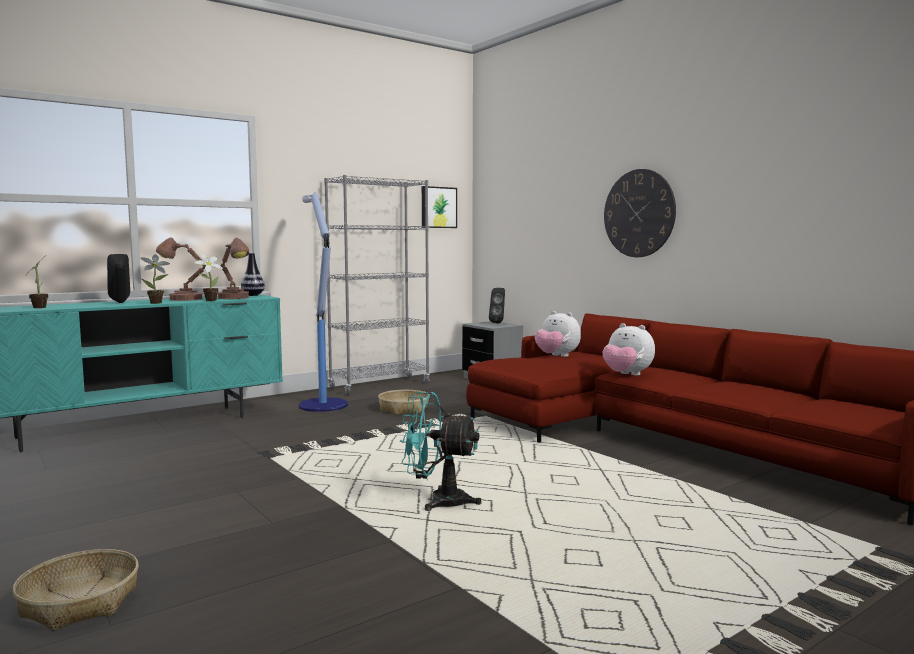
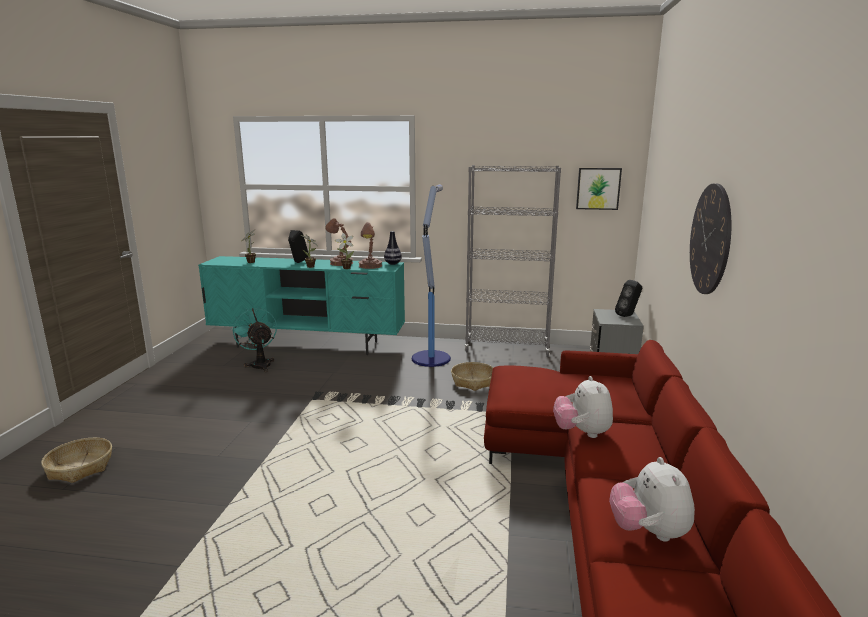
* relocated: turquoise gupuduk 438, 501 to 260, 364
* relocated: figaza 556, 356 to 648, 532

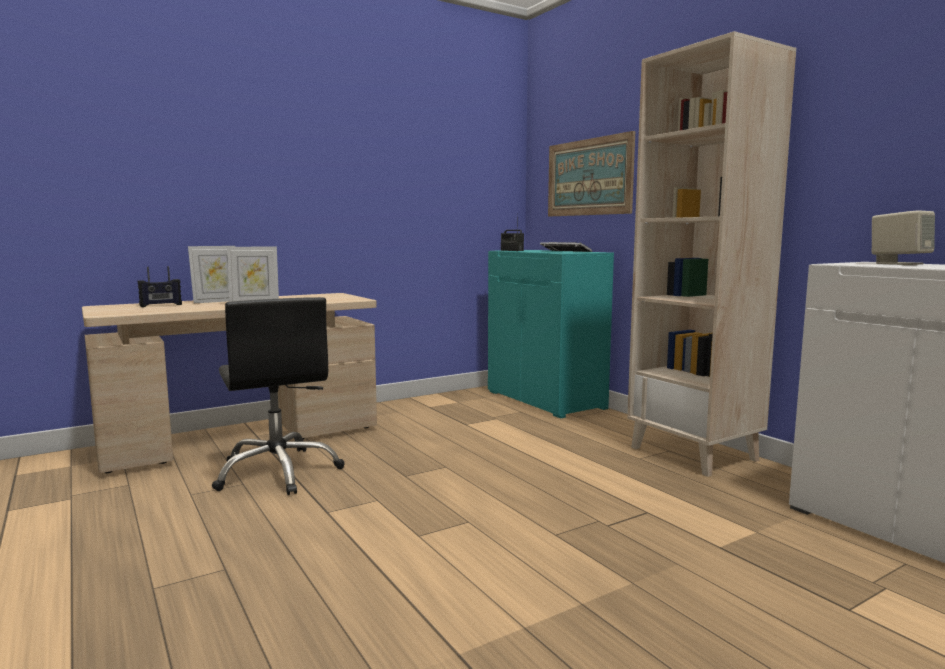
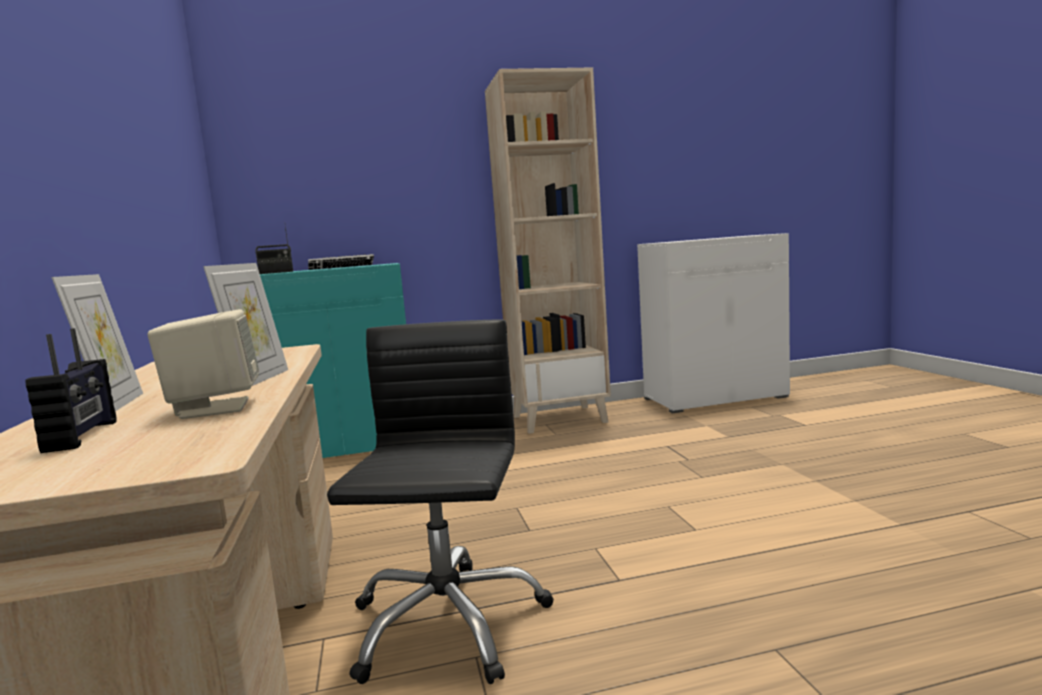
* spun: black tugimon 278, 472 = 446, 623 75 degrees counterclockwise
* missing: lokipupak 589, 177
* relocated: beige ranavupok 899, 263 to 214, 408

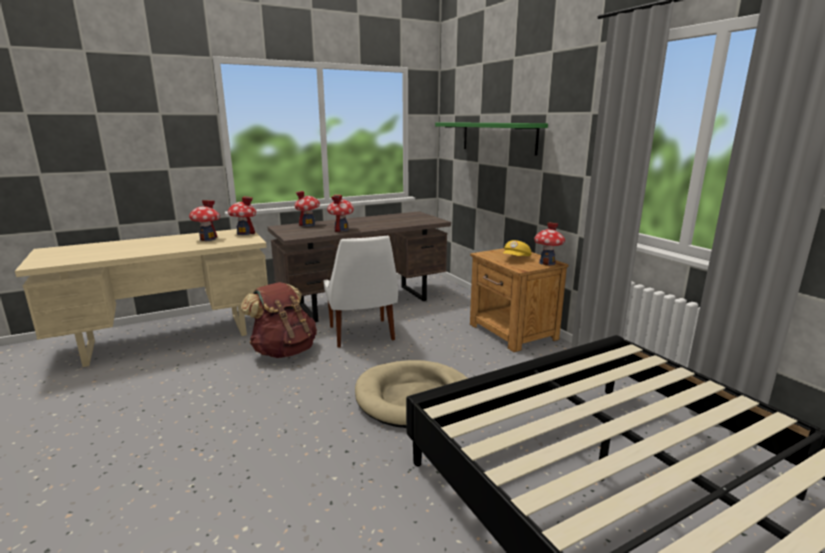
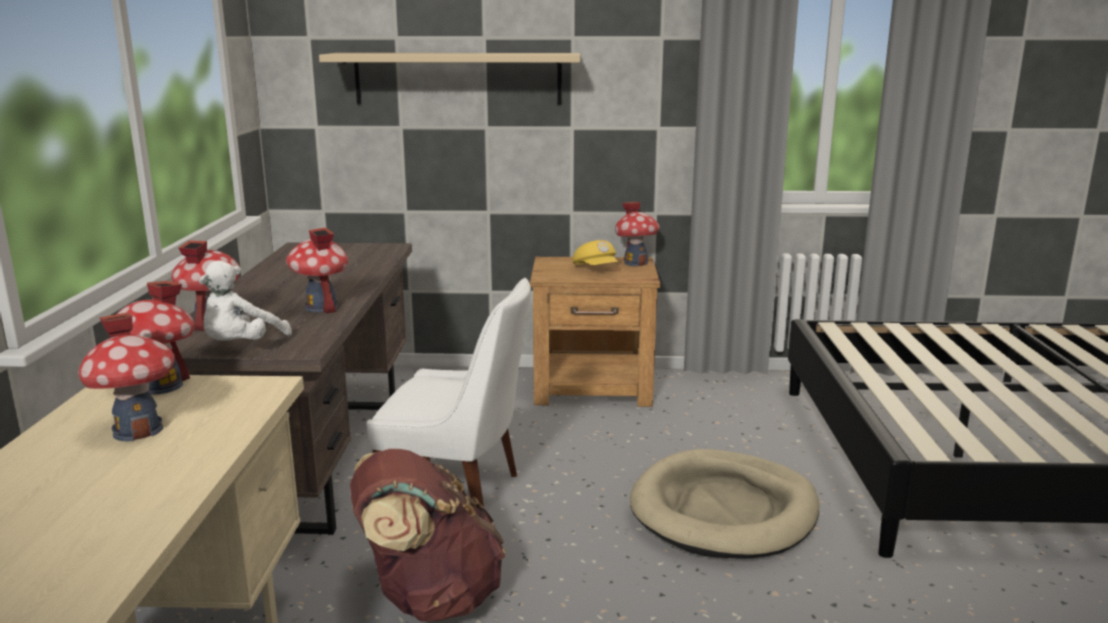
* colour: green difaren 498, 137 to beige difaren 458, 78
* appeared: white figaza 242, 346

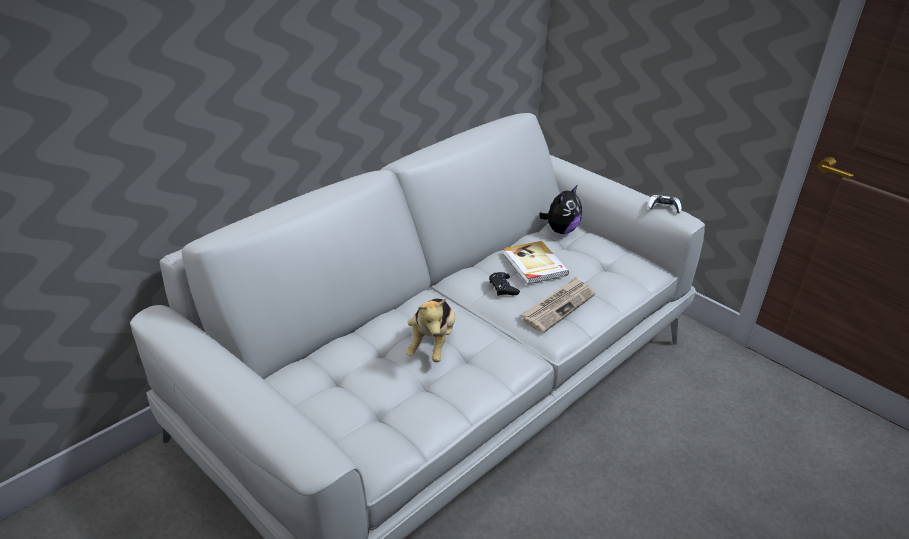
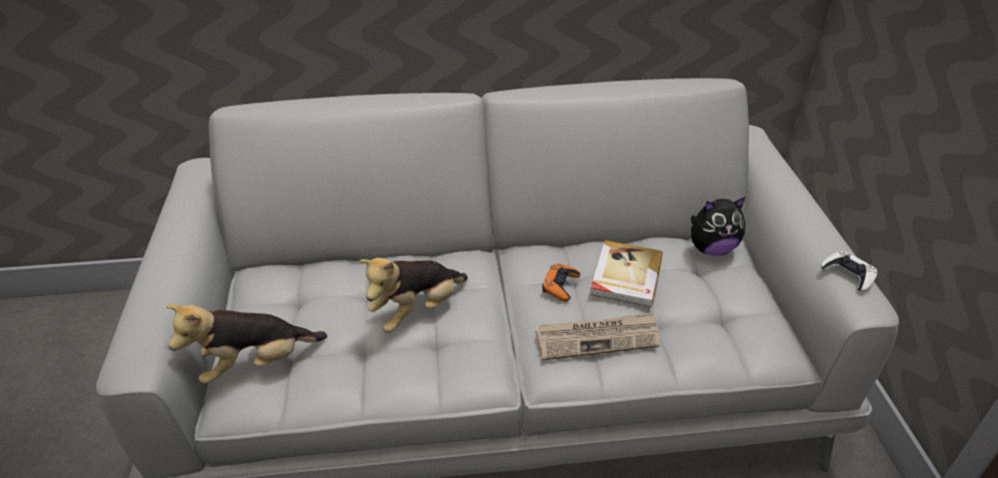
* colour: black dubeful 503, 287 to orange dubeful 560, 285
* appeared: figaza 256, 364

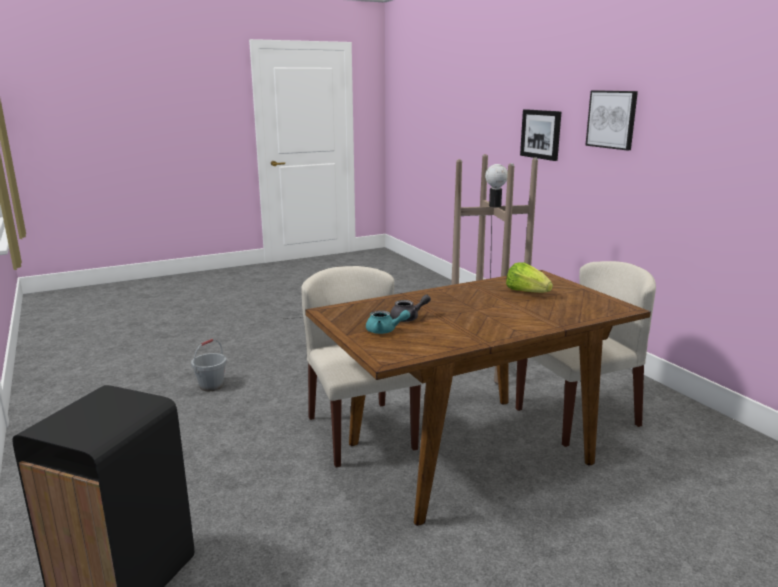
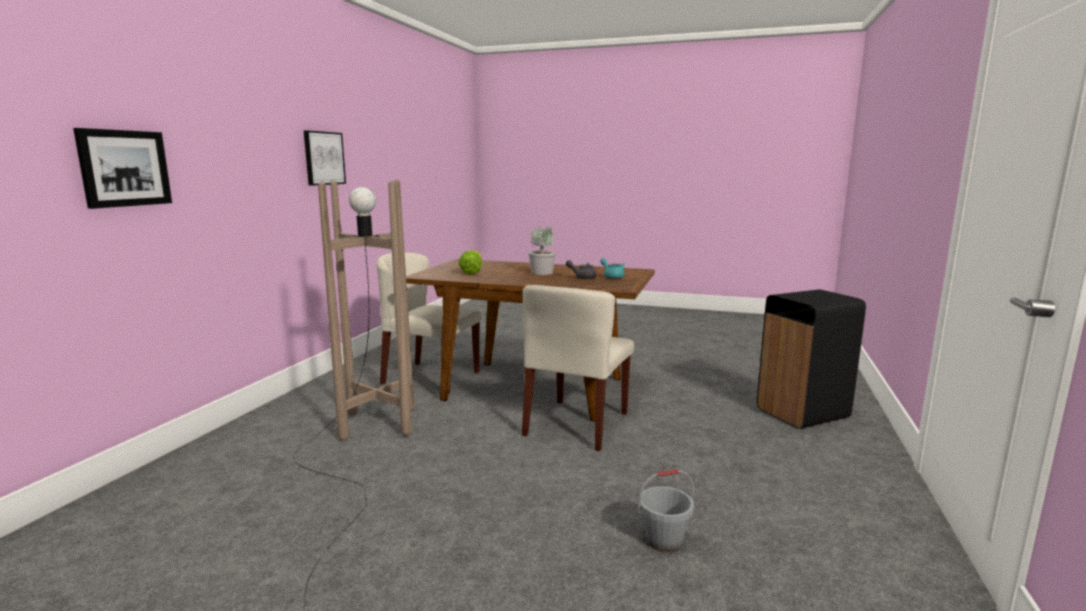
* relocated: lokipupak 612, 119 to 323, 158
* appeared: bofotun 542, 273

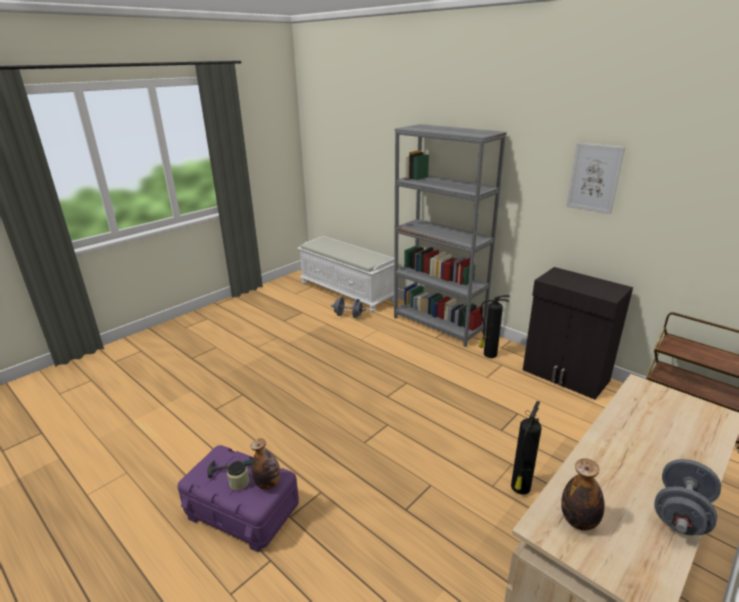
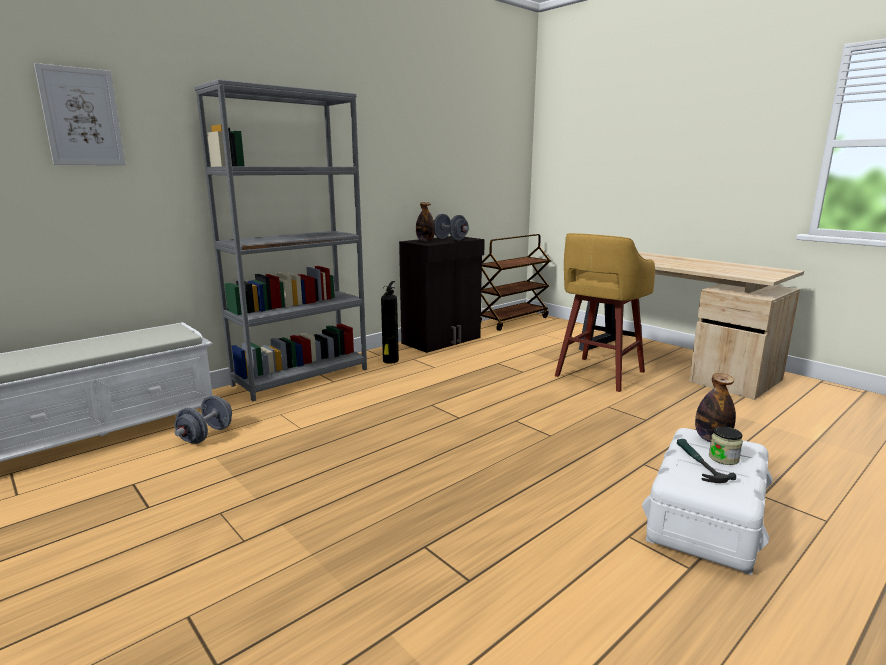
* colour: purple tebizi 242, 511 to white tebizi 706, 522
* exchanged: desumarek 520, 488 to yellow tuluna 598, 374
* relocated: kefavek 578, 521 to 425, 241
* relocated: lokipupak 594, 178 to 82, 117
* relocated: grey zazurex 681, 513 to 450, 239

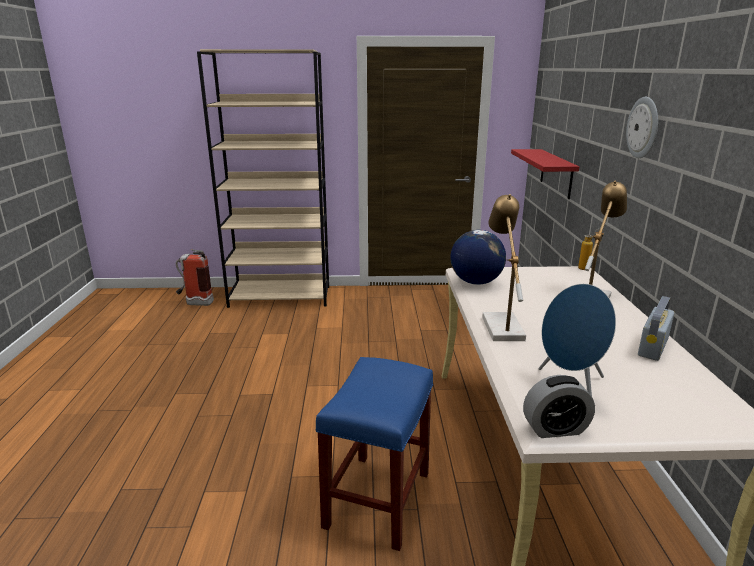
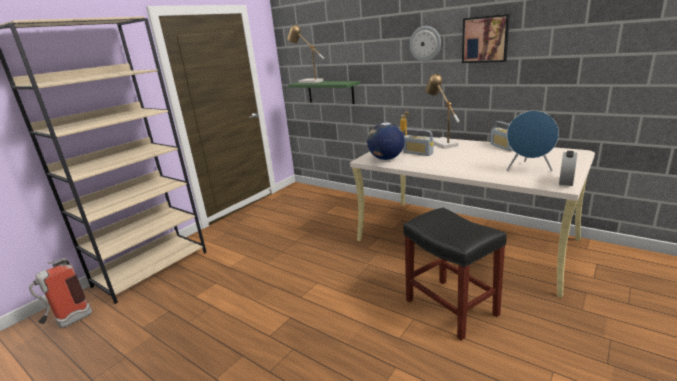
* colour: blue tuluna 378, 498 to black tuluna 449, 307
* relocated: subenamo 499, 325 to 308, 82
* colour: red difaren 556, 173 to green difaren 330, 92
* appeared: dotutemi 417, 153
* appeared: lokipupak 485, 39

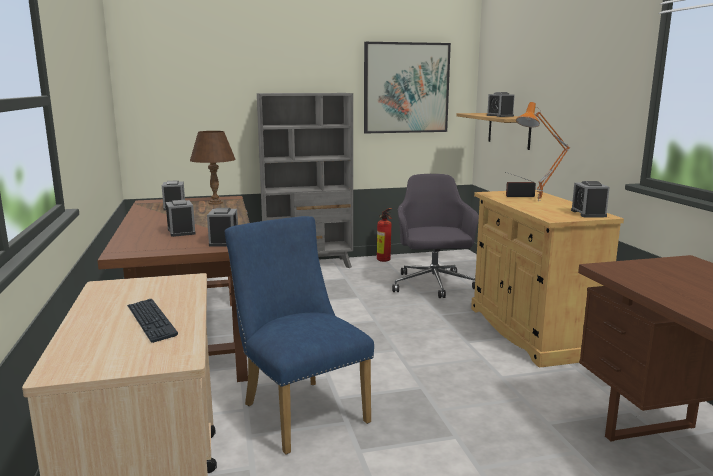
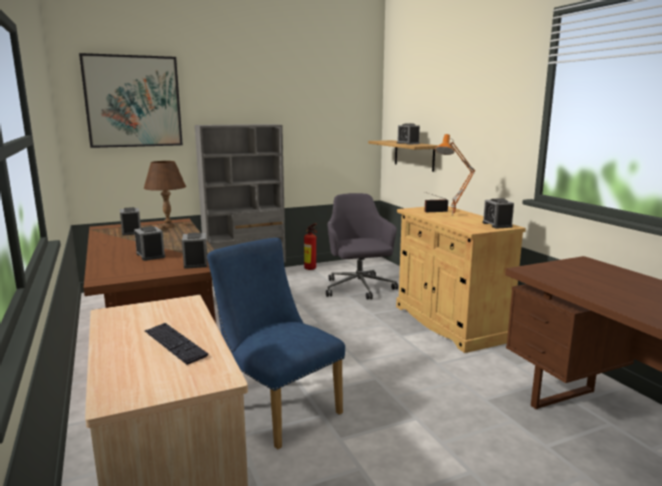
* relocated: lokipupak 406, 88 to 133, 101

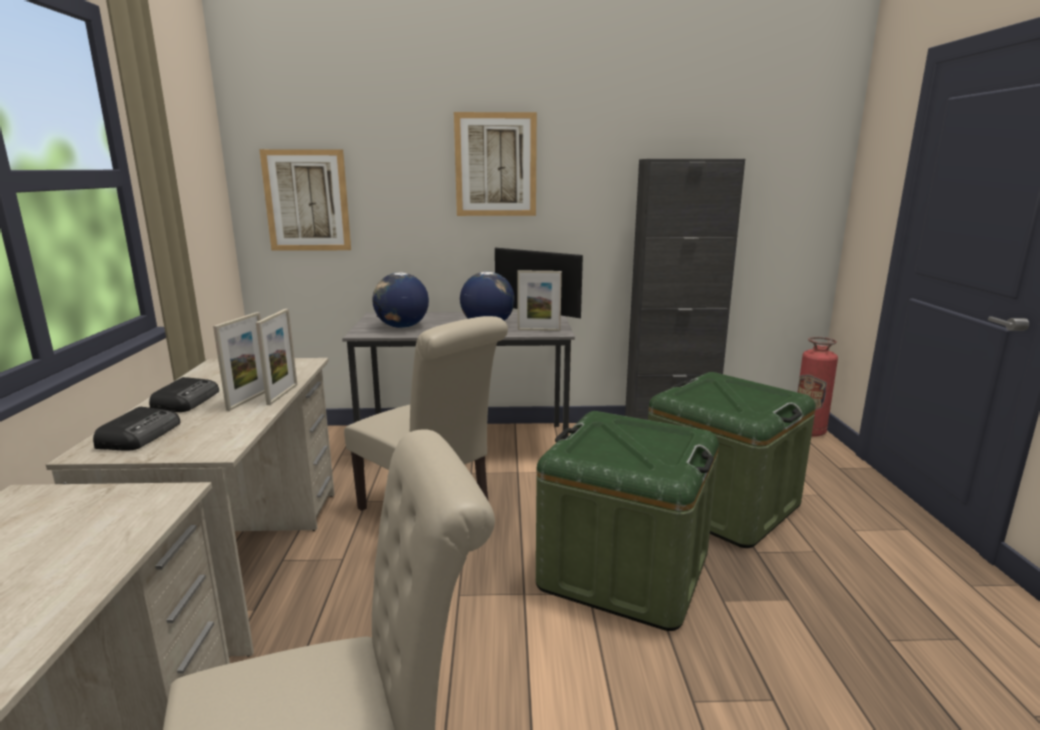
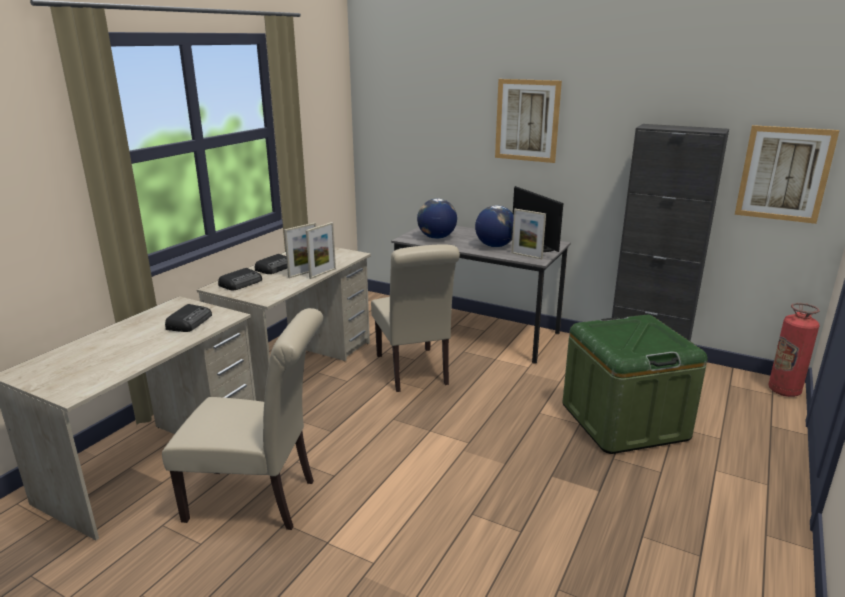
* relocated: lokipupak 307, 200 to 784, 174
* missing: green tebizi 624, 570
* appeared: dotutemi 190, 322

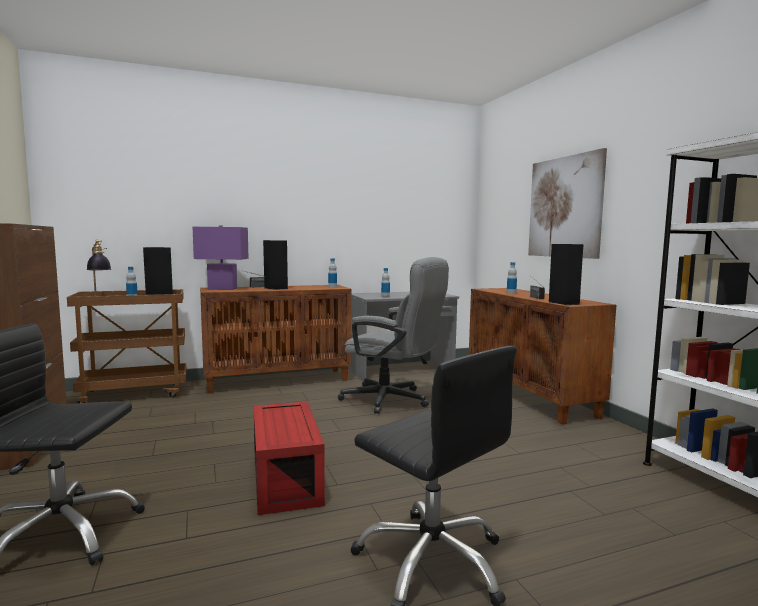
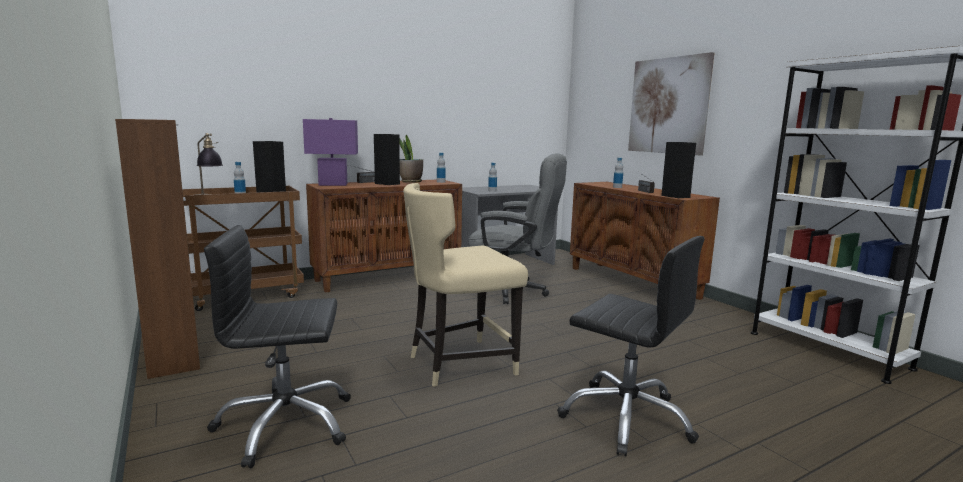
* exchanged: red tebizi 284, 478 to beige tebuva 459, 364
* appeared: bofotun 410, 182

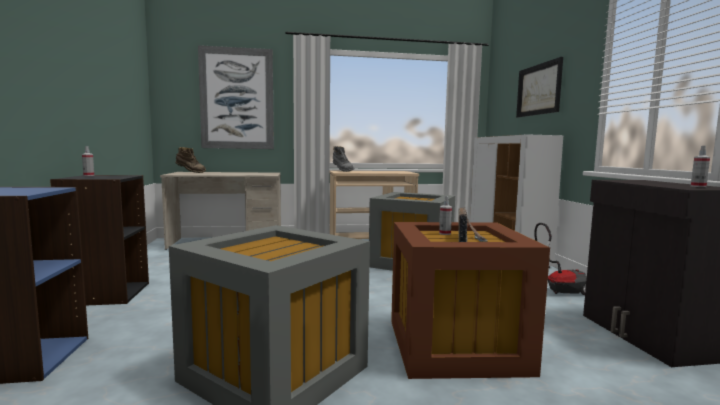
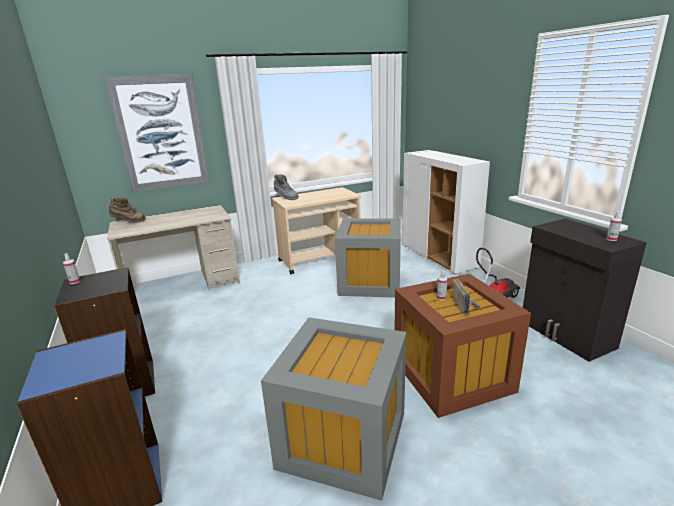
* missing: lokipupak 539, 89

